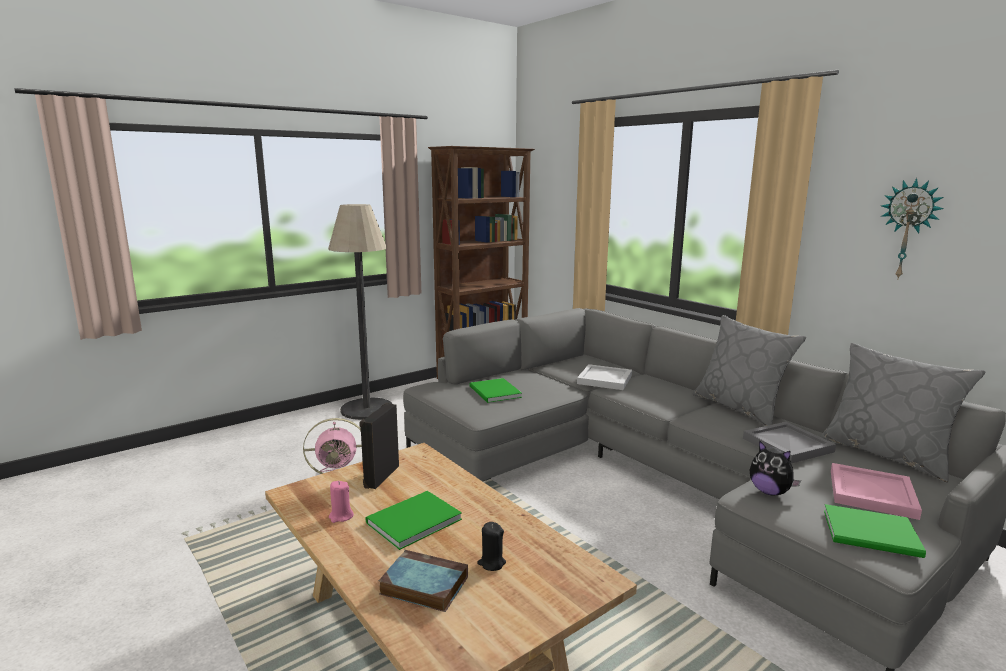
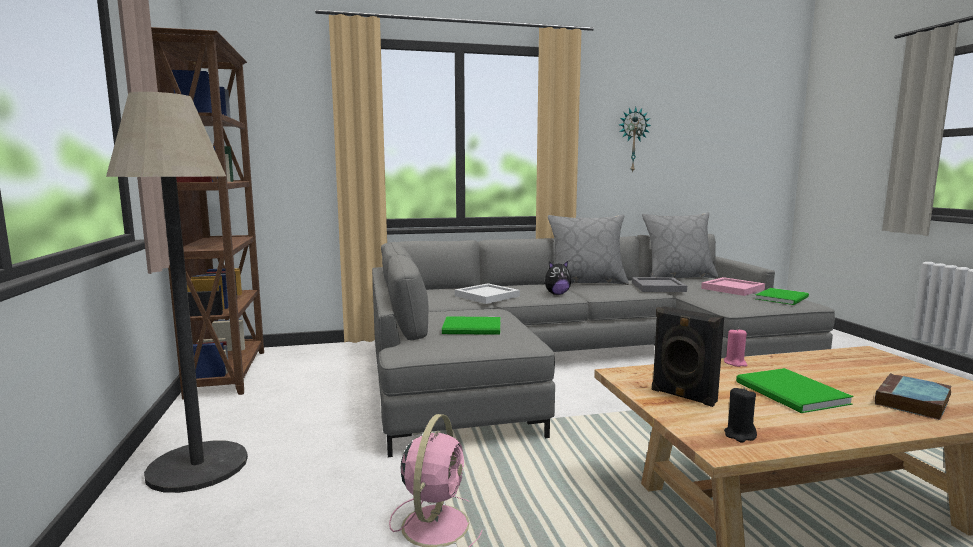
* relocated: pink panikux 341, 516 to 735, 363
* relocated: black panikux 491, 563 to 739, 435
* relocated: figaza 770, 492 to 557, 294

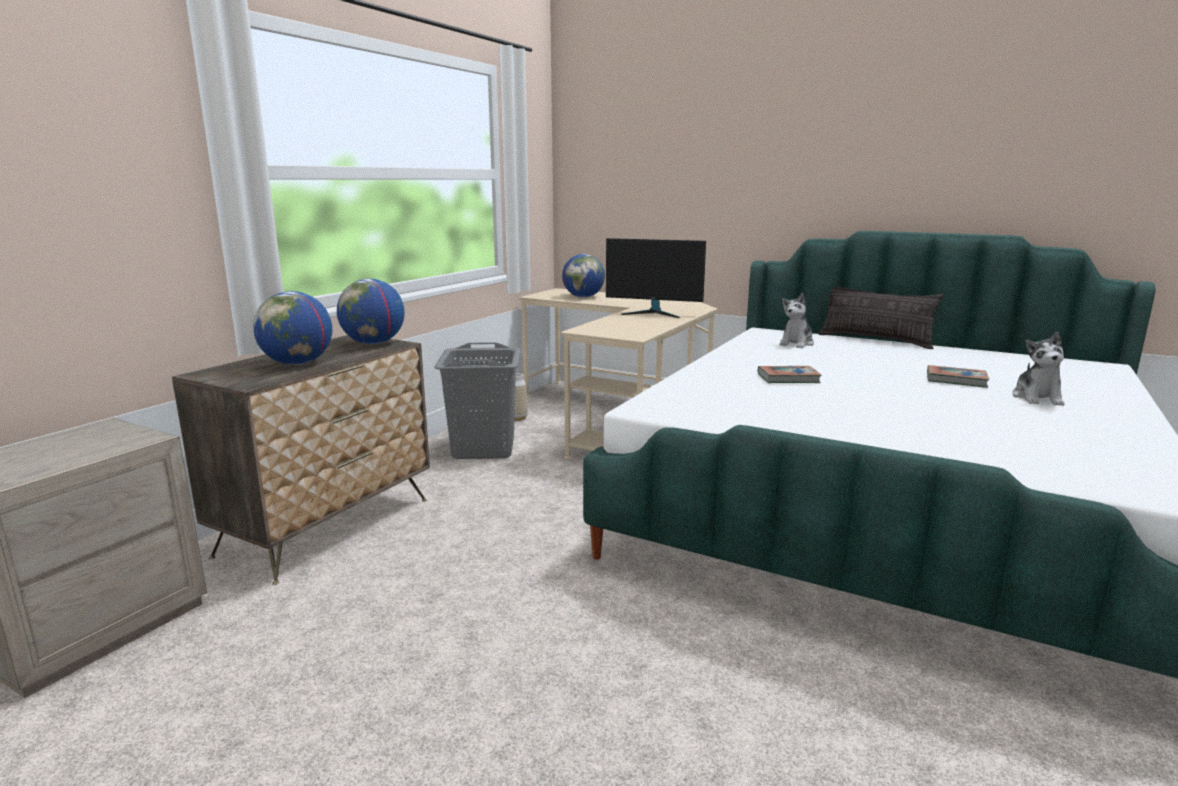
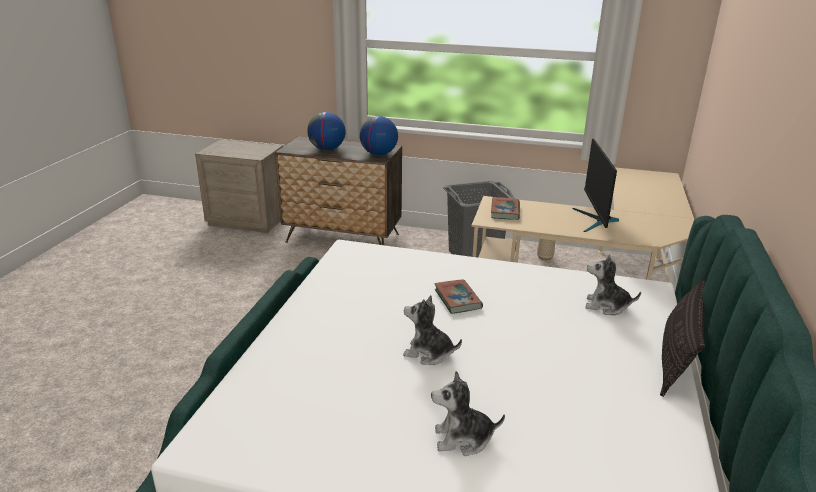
* missing: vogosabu 583, 297
* relocated: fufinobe 956, 380 to 505, 211
* appeared: figaza 428, 353

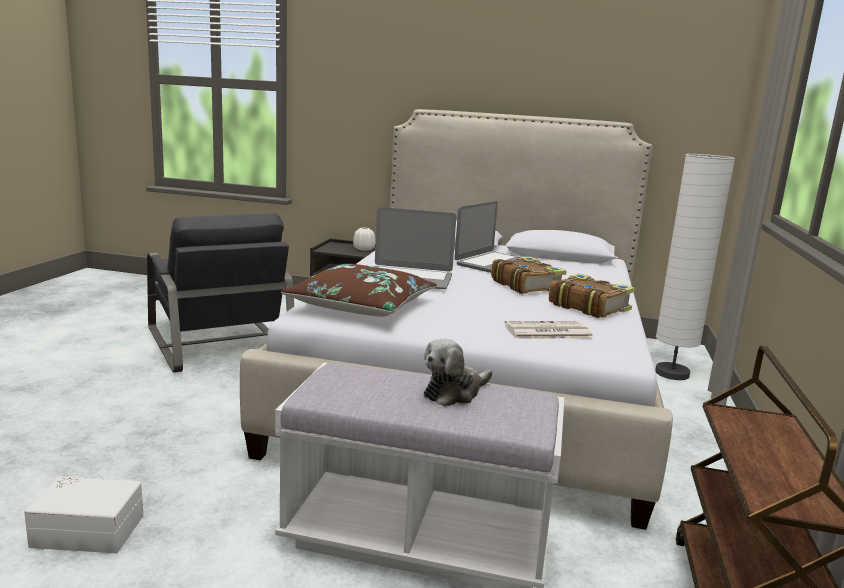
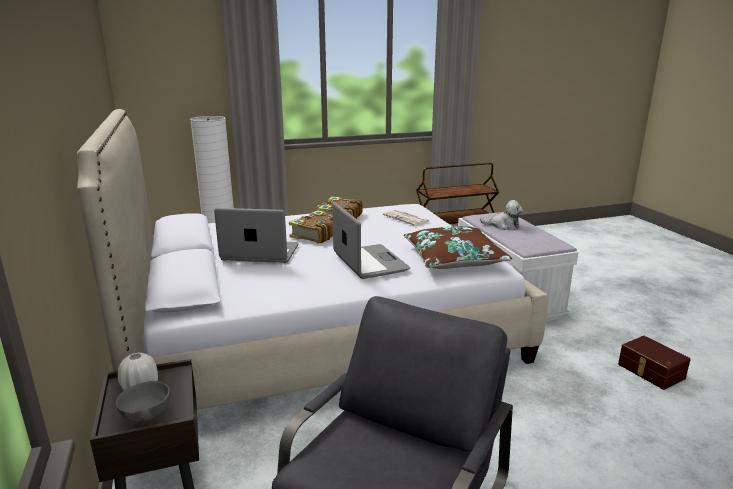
* colour: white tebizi 89, 529 to brown tebizi 650, 371
* appeared: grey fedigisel 145, 416

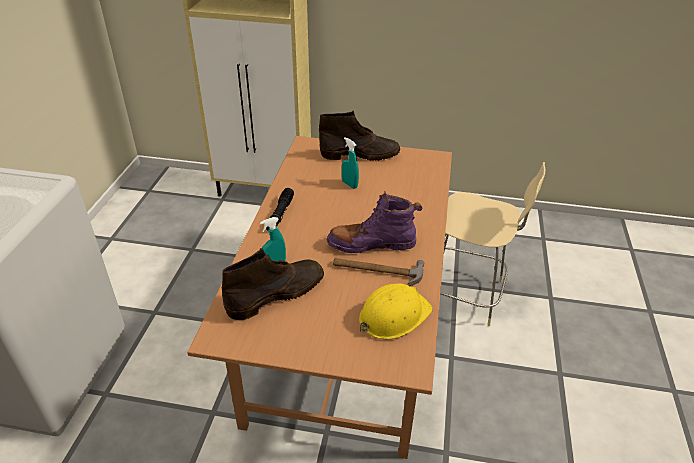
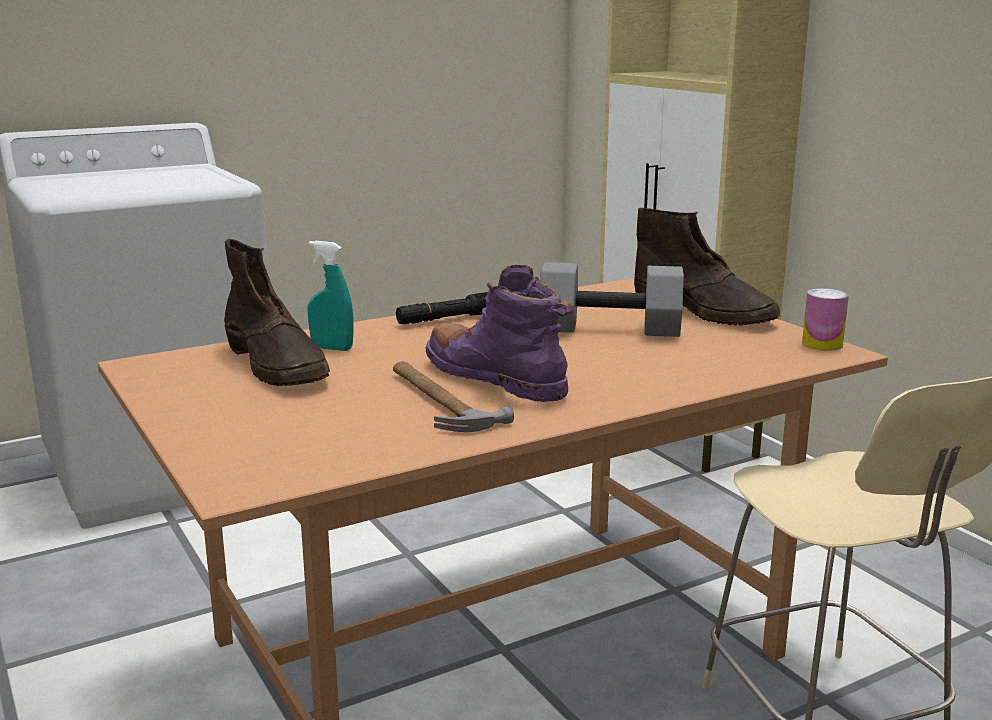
* spun: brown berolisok 277, 294 = 277, 365 45 degrees clockwise
* exchanged: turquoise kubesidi 349, 184 to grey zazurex 611, 328
* missing: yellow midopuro 393, 315
* appeared: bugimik 822, 344

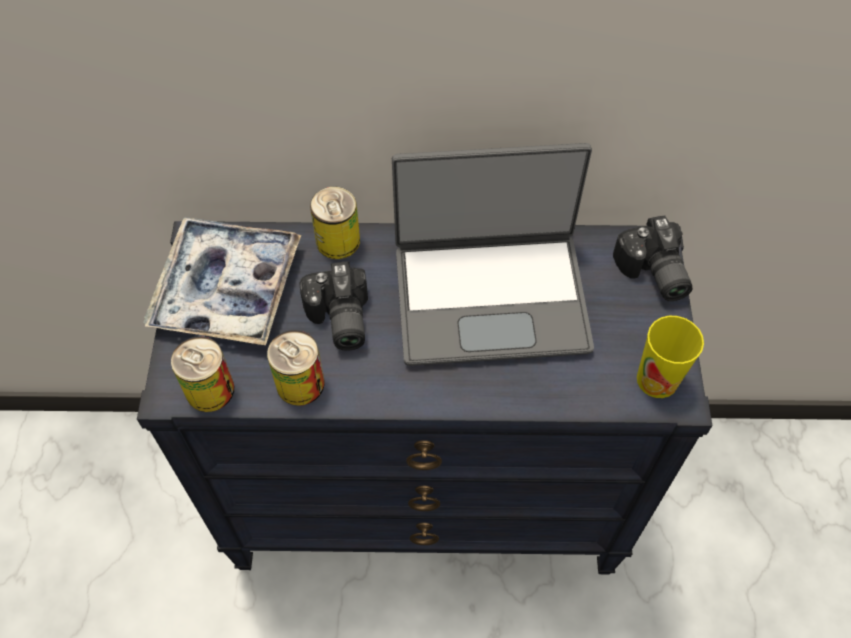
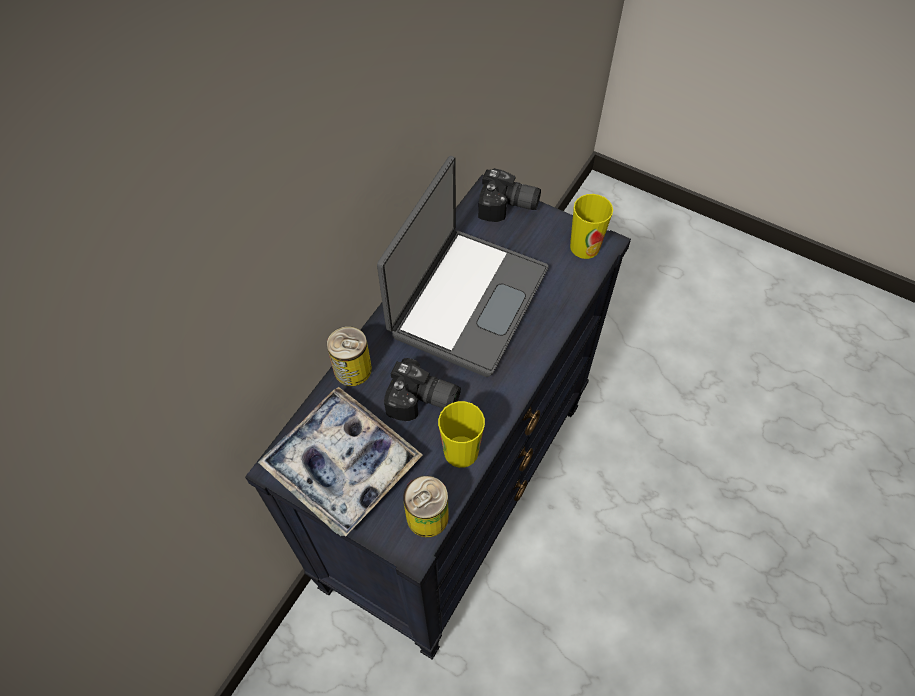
* exchanged: bugimik 300, 383 to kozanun 461, 451

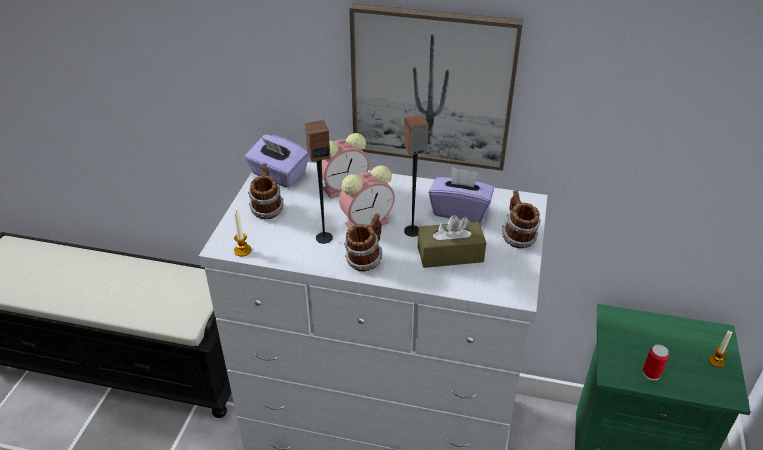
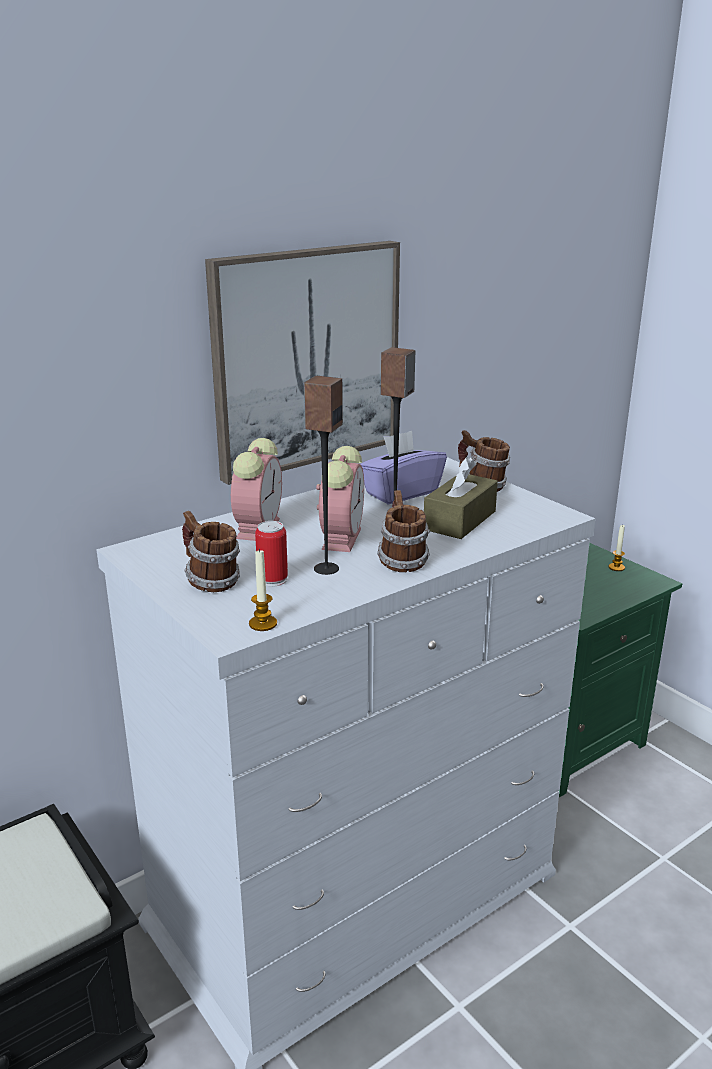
* missing: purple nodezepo 278, 175
* relocated: bugimik 651, 373 to 272, 579

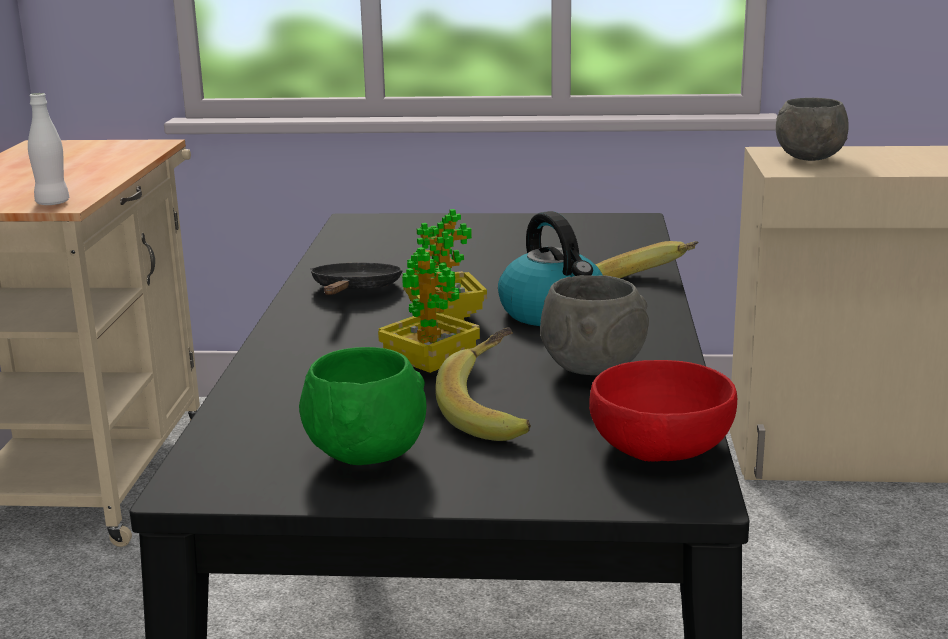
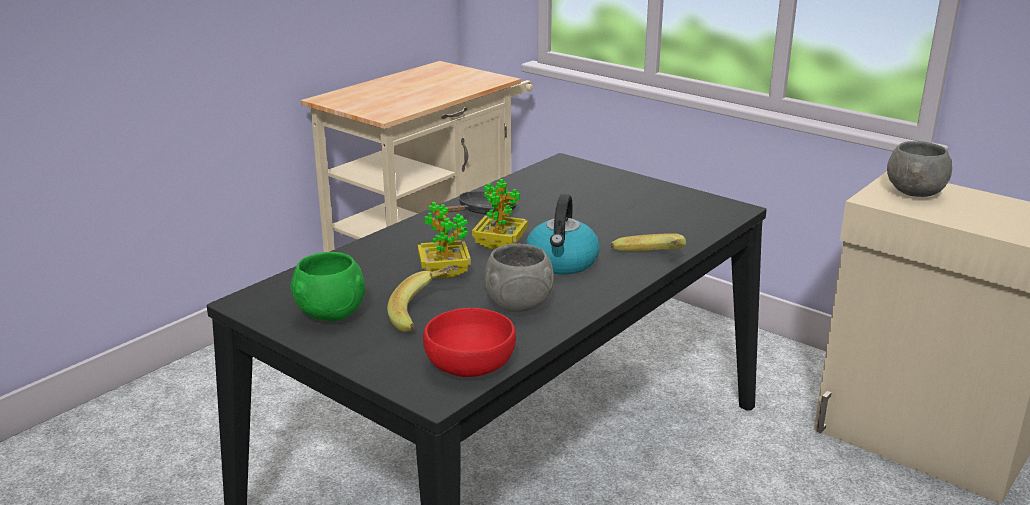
* missing: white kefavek 53, 203

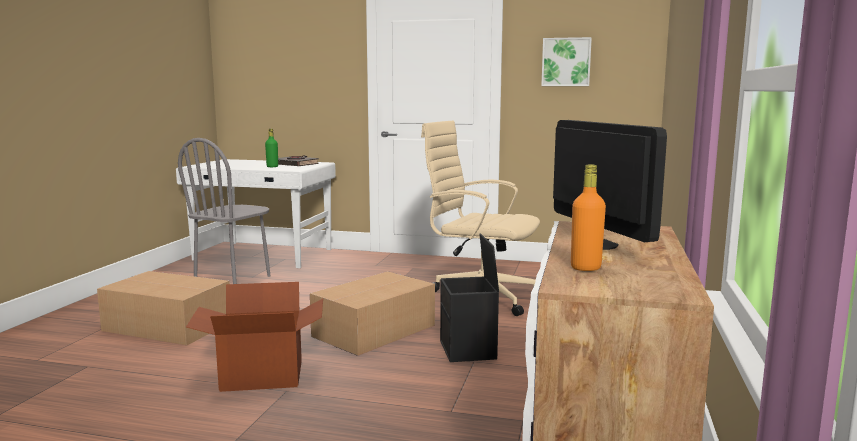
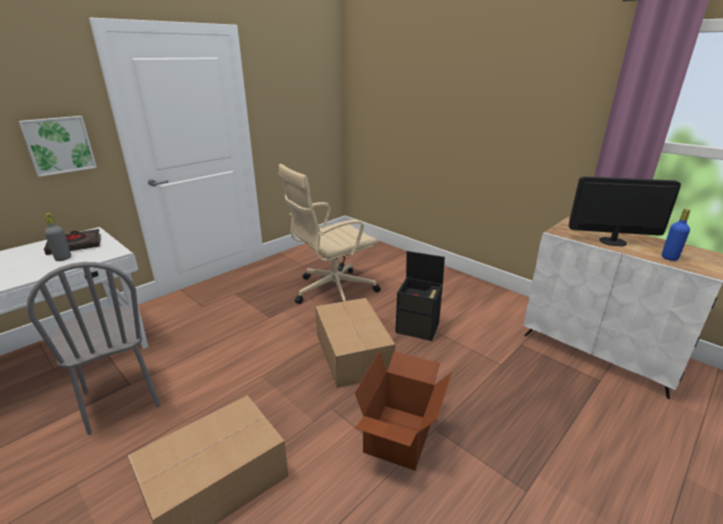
* colour: green kefavek 272, 166 to grey kefavek 63, 258
* relocated: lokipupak 566, 62 to 59, 145
* colour: orange kefavek 585, 268 to blue kefavek 669, 258

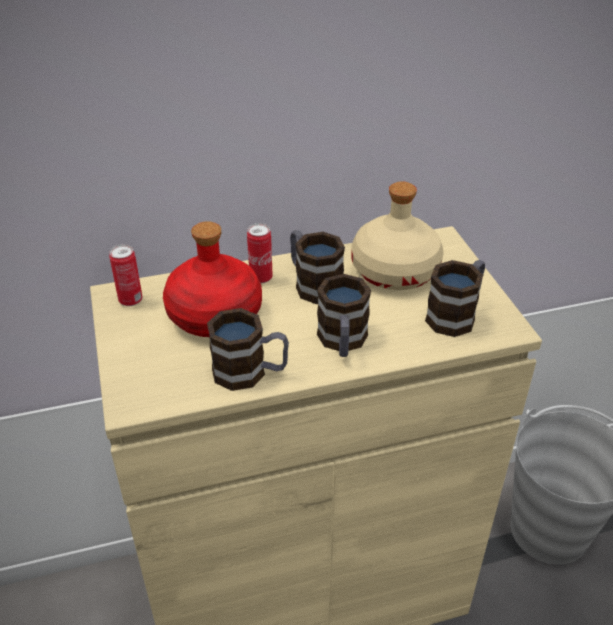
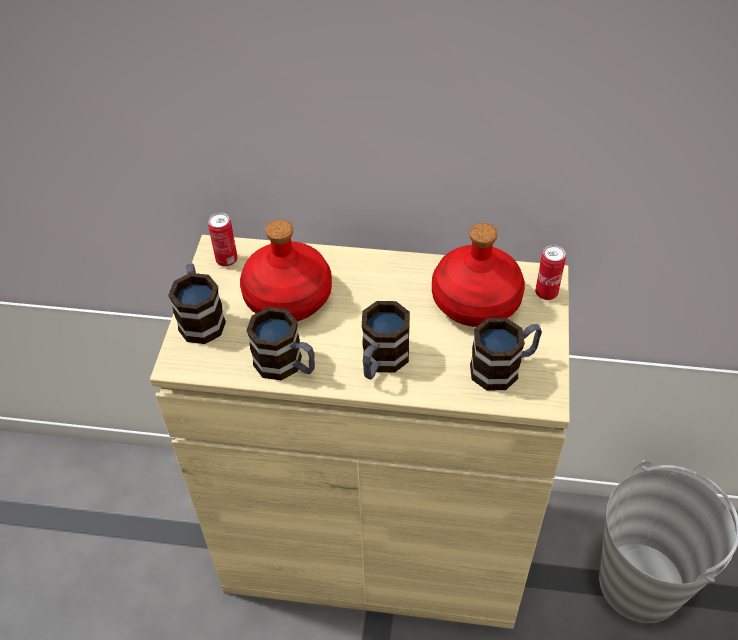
* relocated: bugimik 261, 278 to 546, 293
* relocated: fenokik 312, 284 to 200, 318
* colour: beige kefavek 396, 271 to red kefavek 477, 302

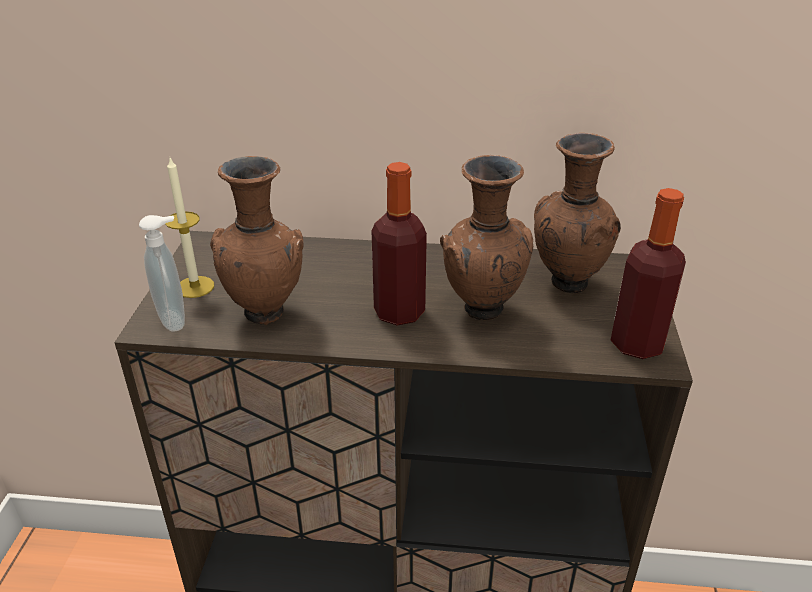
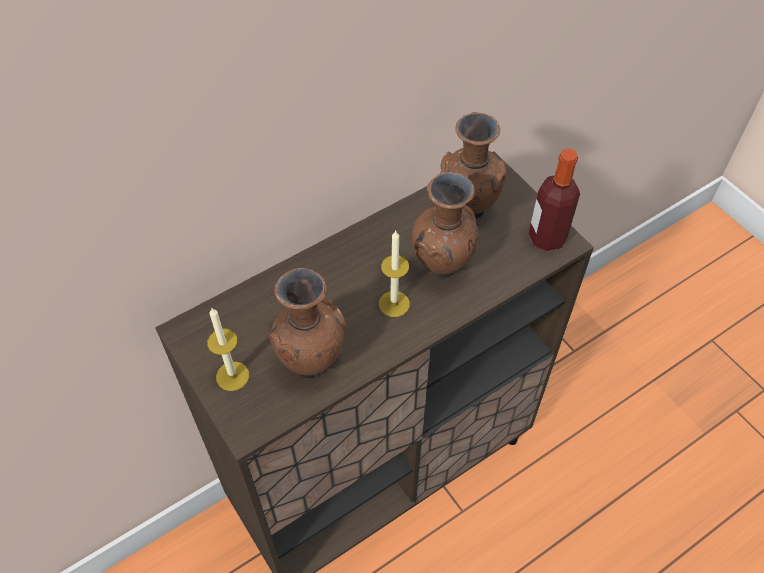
* missing: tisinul 175, 319
* exchanged: kefavek 399, 312 to panikux 394, 304

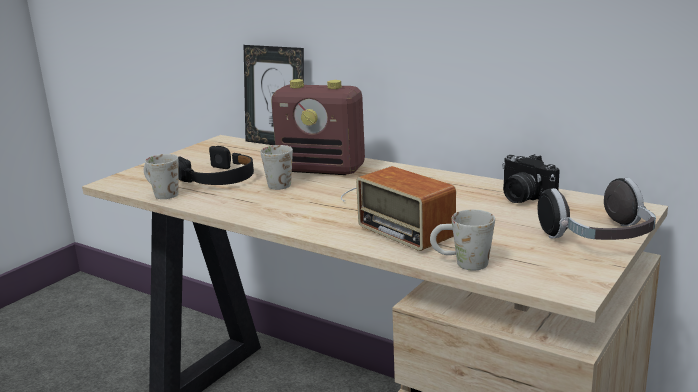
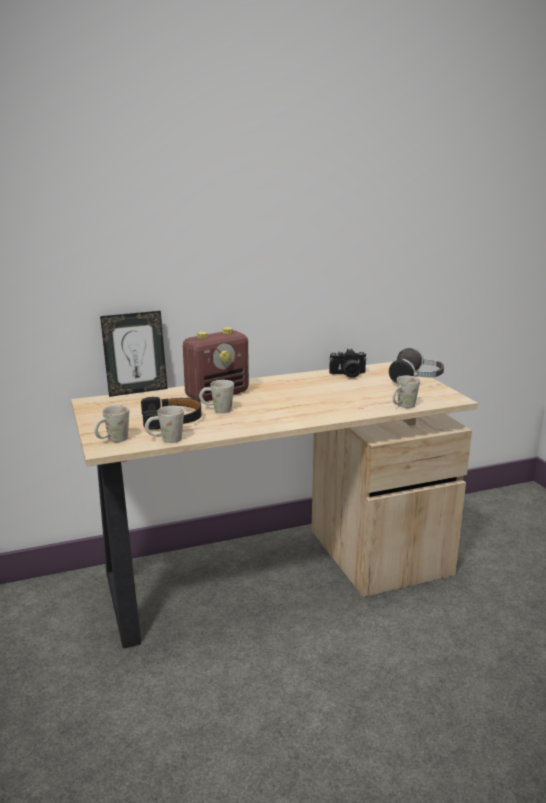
* missing: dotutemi 397, 211
* appeared: white fenokik 113, 440

